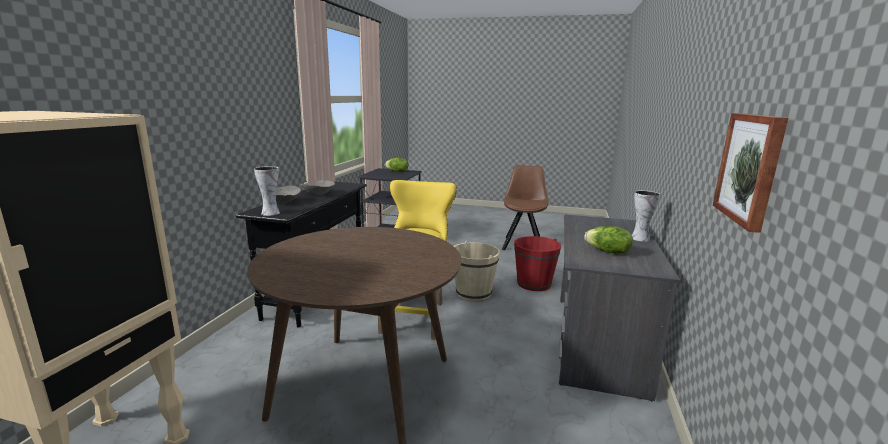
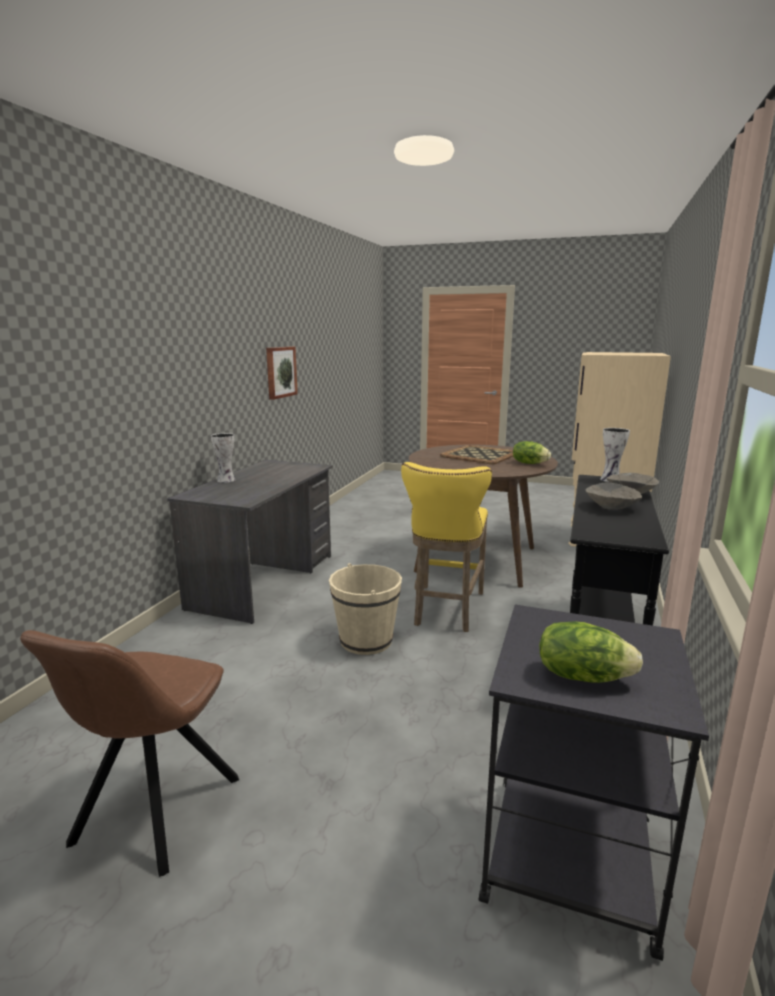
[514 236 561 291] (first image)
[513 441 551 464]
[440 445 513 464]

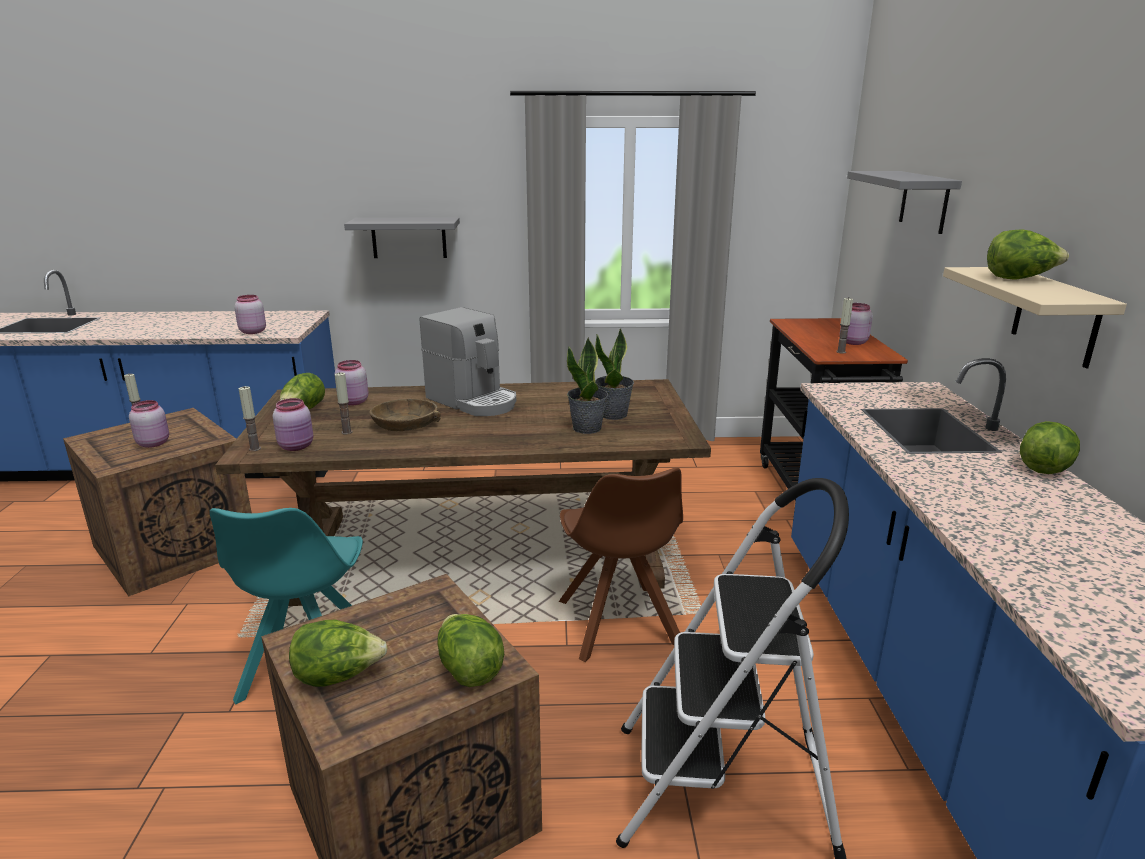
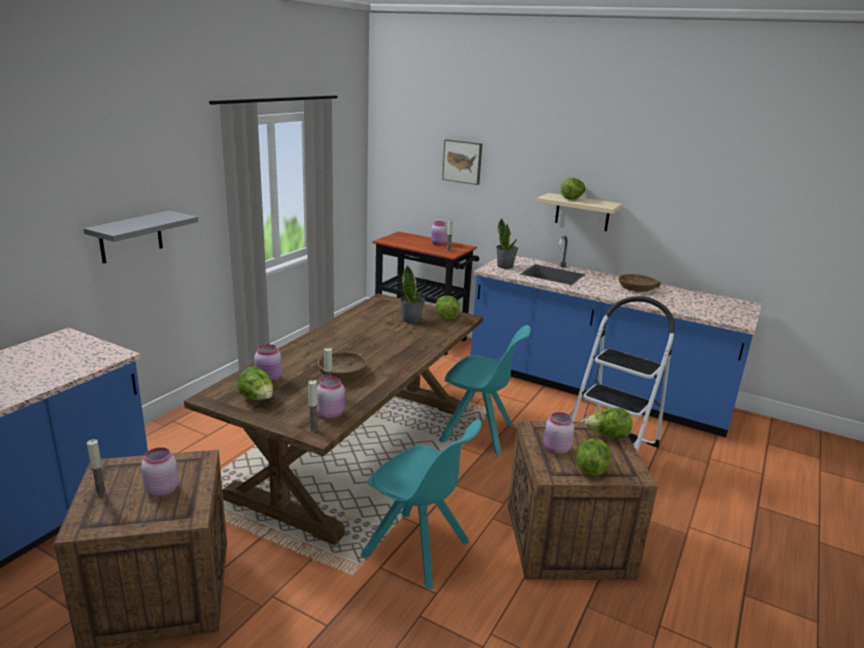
[544 412 574 454]
[420 307 516 416] (first image)
[439 325 531 455]
[496 218 518 269]
[442 139 482 185]
[436 296 460 320]
[619 274 661 292]

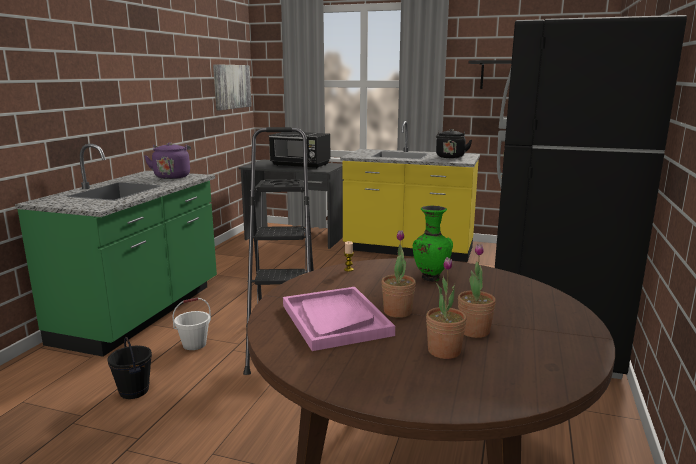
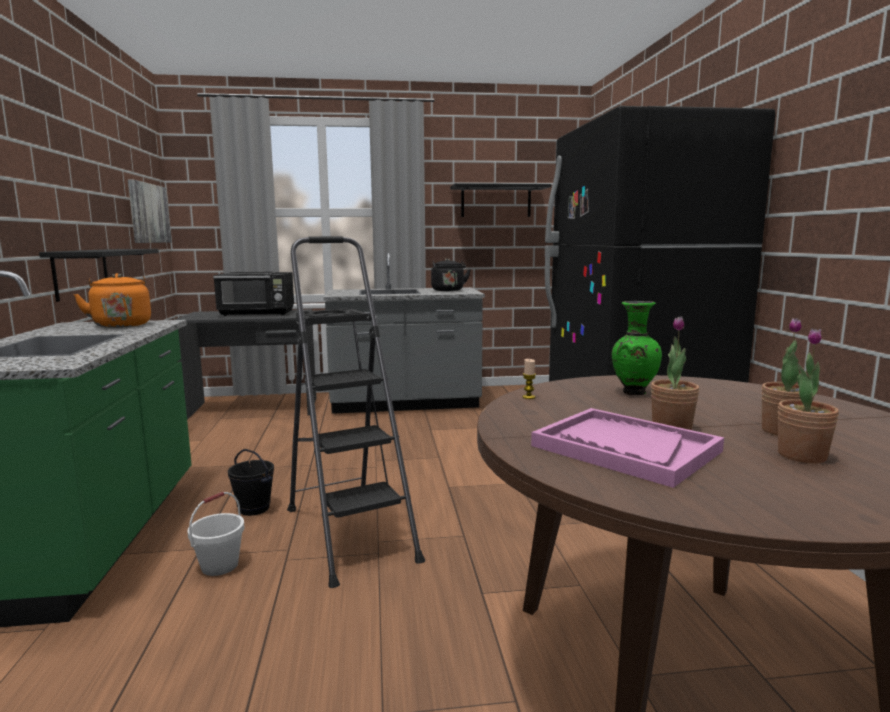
[228 449 274 516]
[74 273 151 328]
[323 253 485 414]
[39 249 159 302]

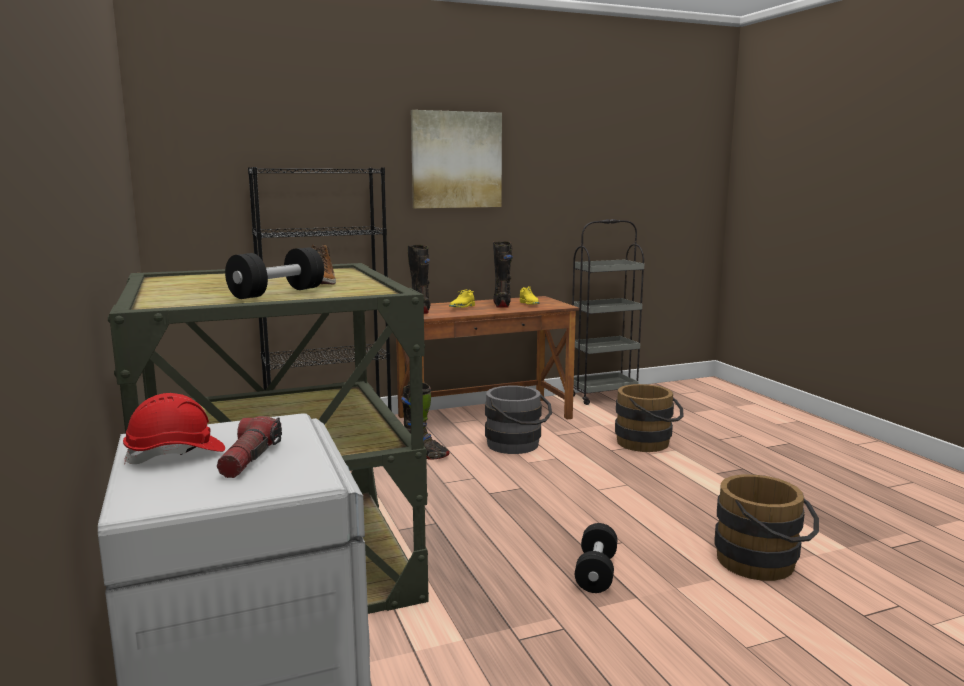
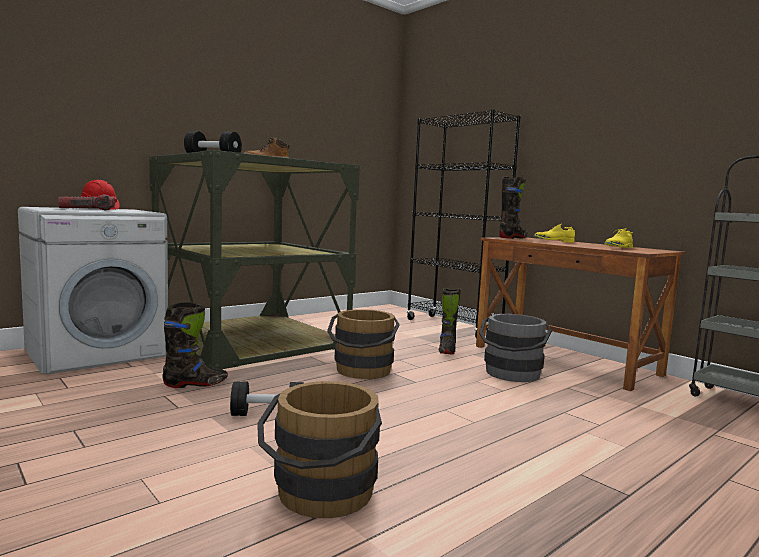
[411 110 502 208] (first image)
[162 302 228 388]
[327 309 400 379]

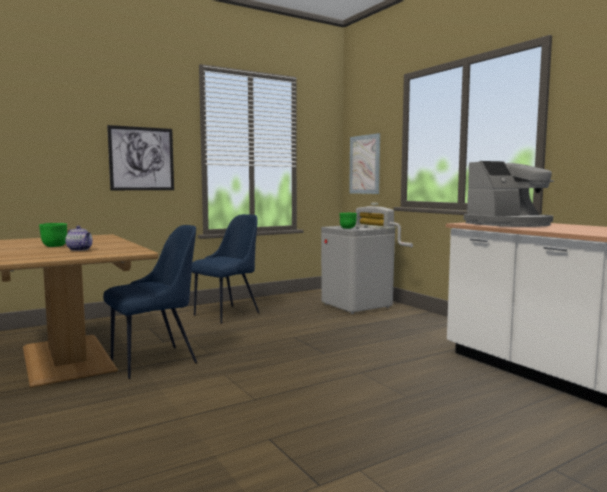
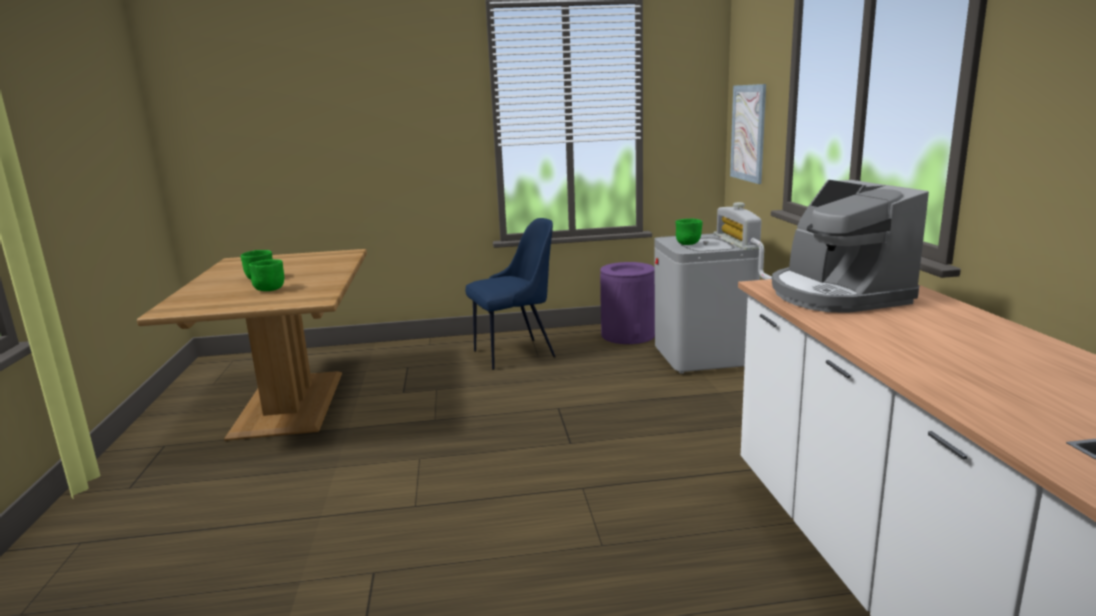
[249 259 284 291]
[103 225 197 379] (first image)
[107 125 174 190] (first image)
[772 180 929 313]
[600 262 655 344]

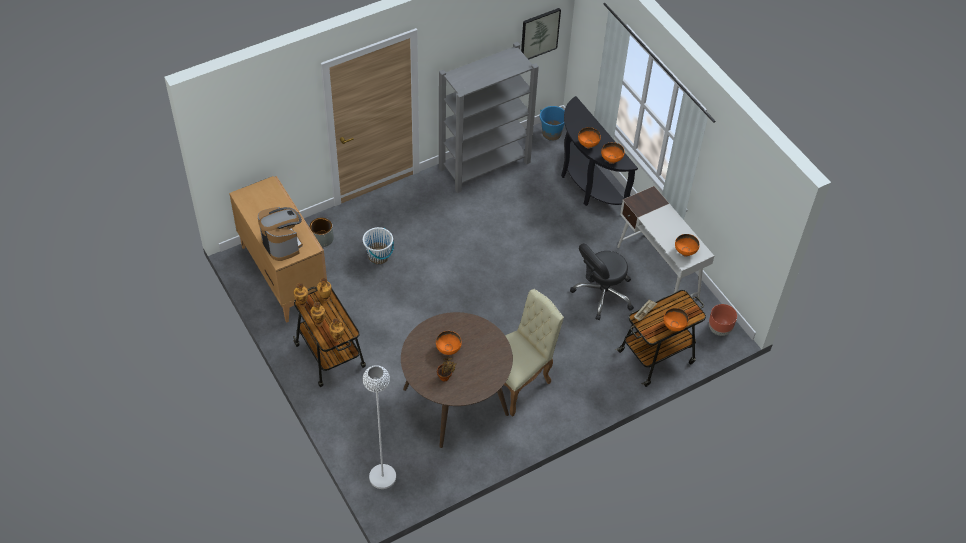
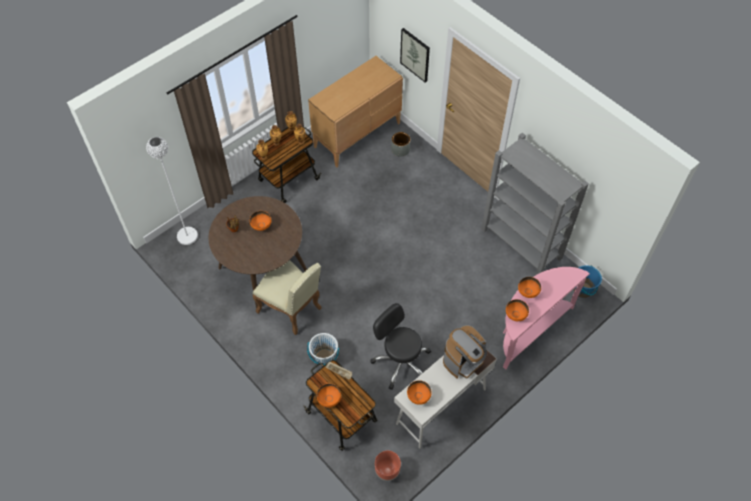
[443 325 487 379]
[307 333 339 366]
[400 28 430 83]
[503 267 590 370]

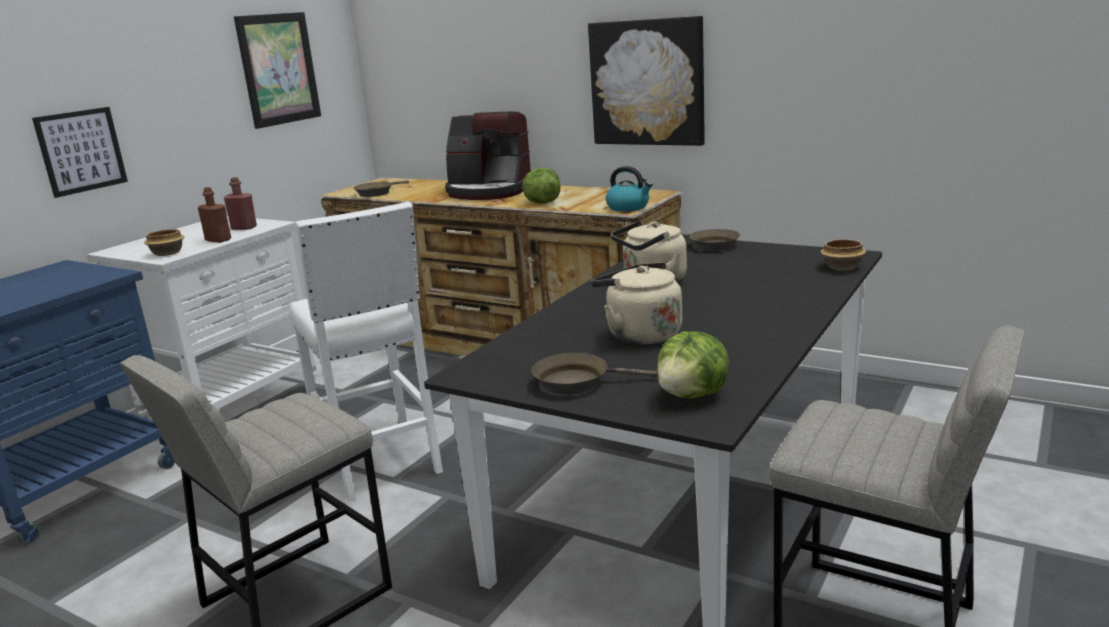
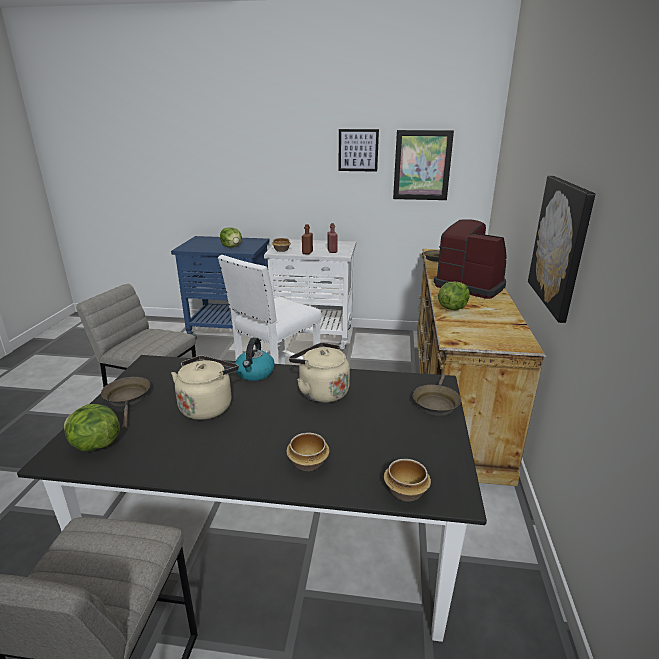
[338 129 379 172]
[434 219 506 299]
[235 338 275 381]
[220 227 242 248]
[286 433 330 471]

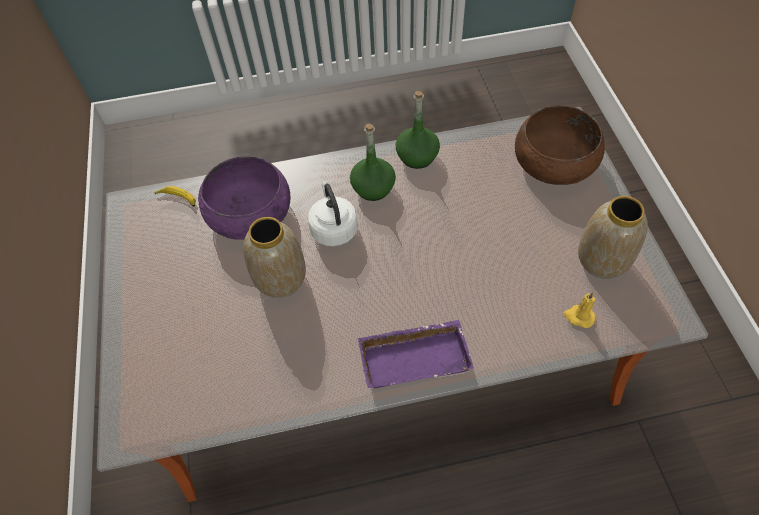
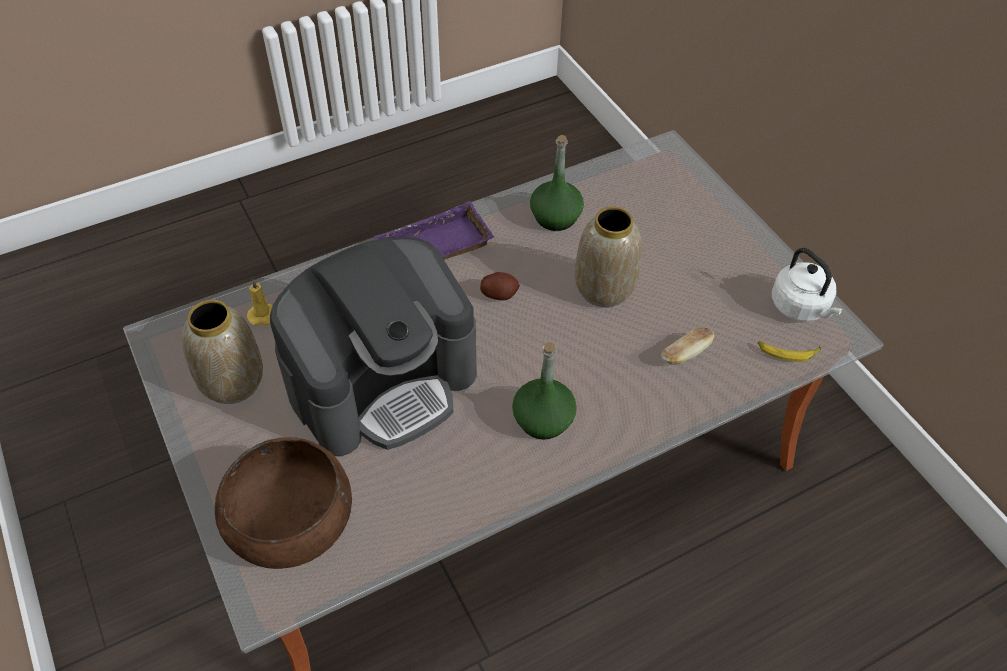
[661 328 714 365]
[772 248 843 322]
[530 135 584 231]
[270 237 477 456]
[480 272 520 300]

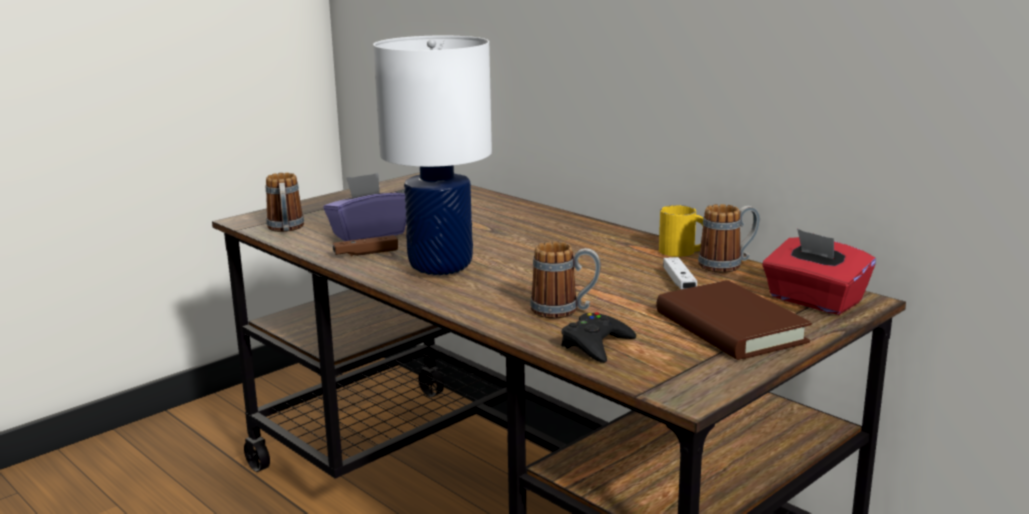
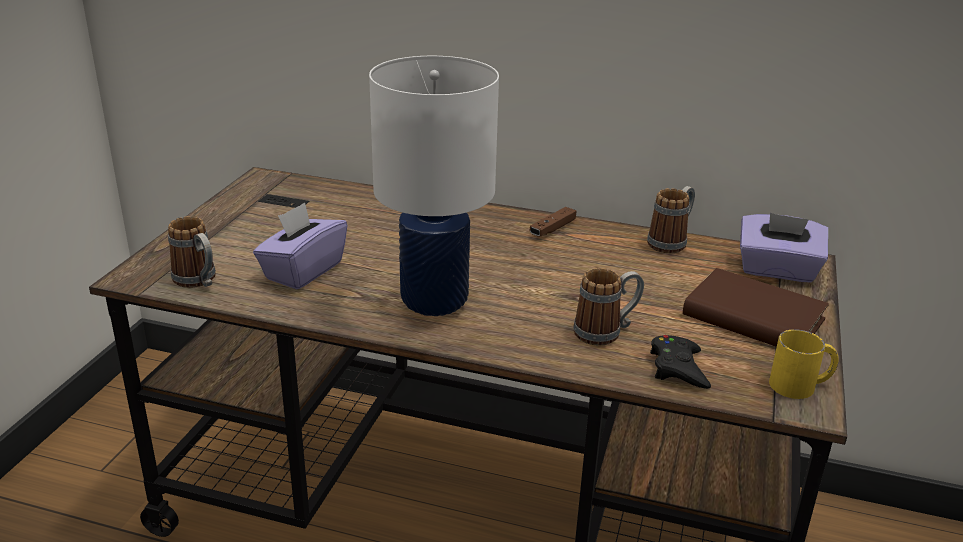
[529 207 576 237]
[769 329 839 399]
[663 257 697 290] (first image)
[740 213 828 283]

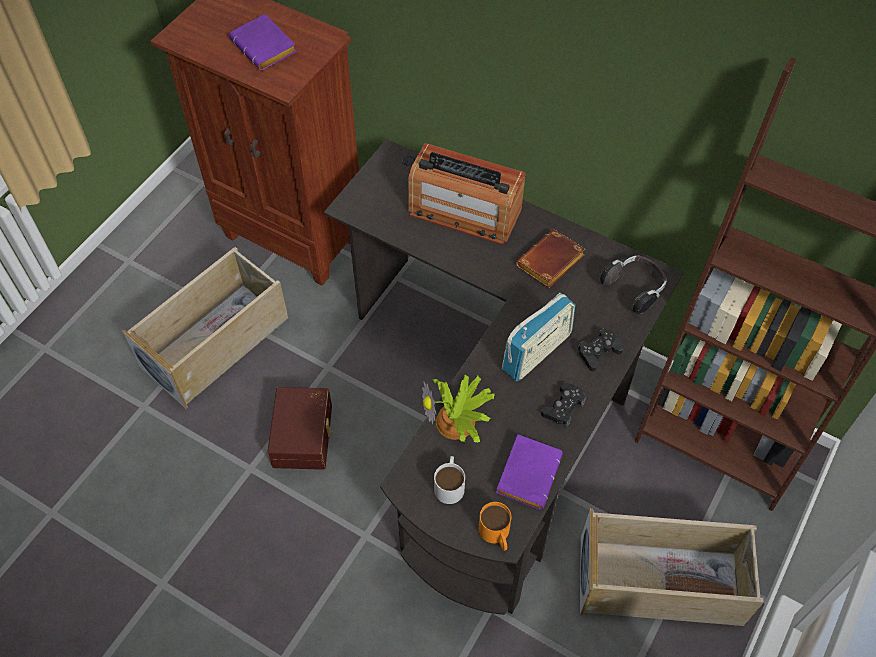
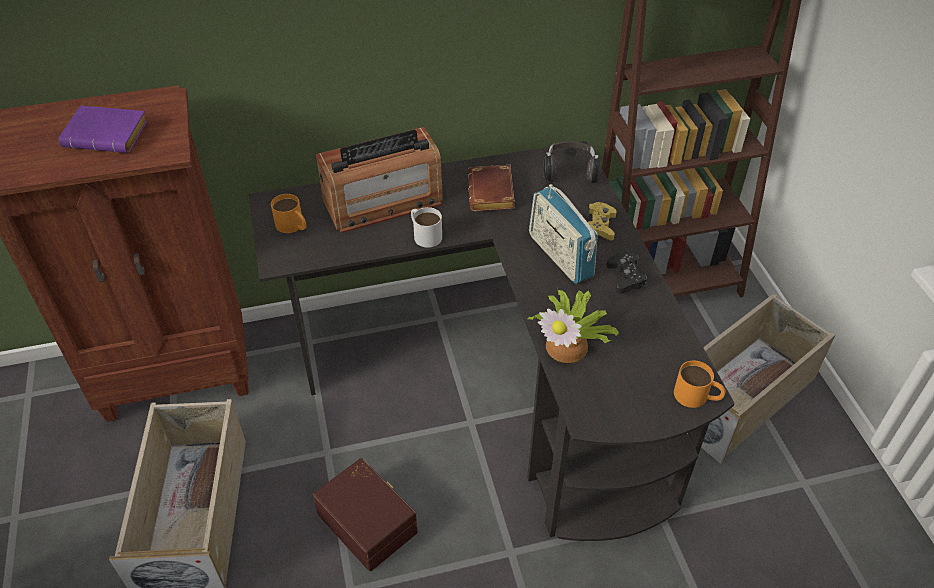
[411 207 442 248]
[496 434 563 510] (first image)
[529 184 598 284]
[587 202 617 240]
[271 194 307 233]

